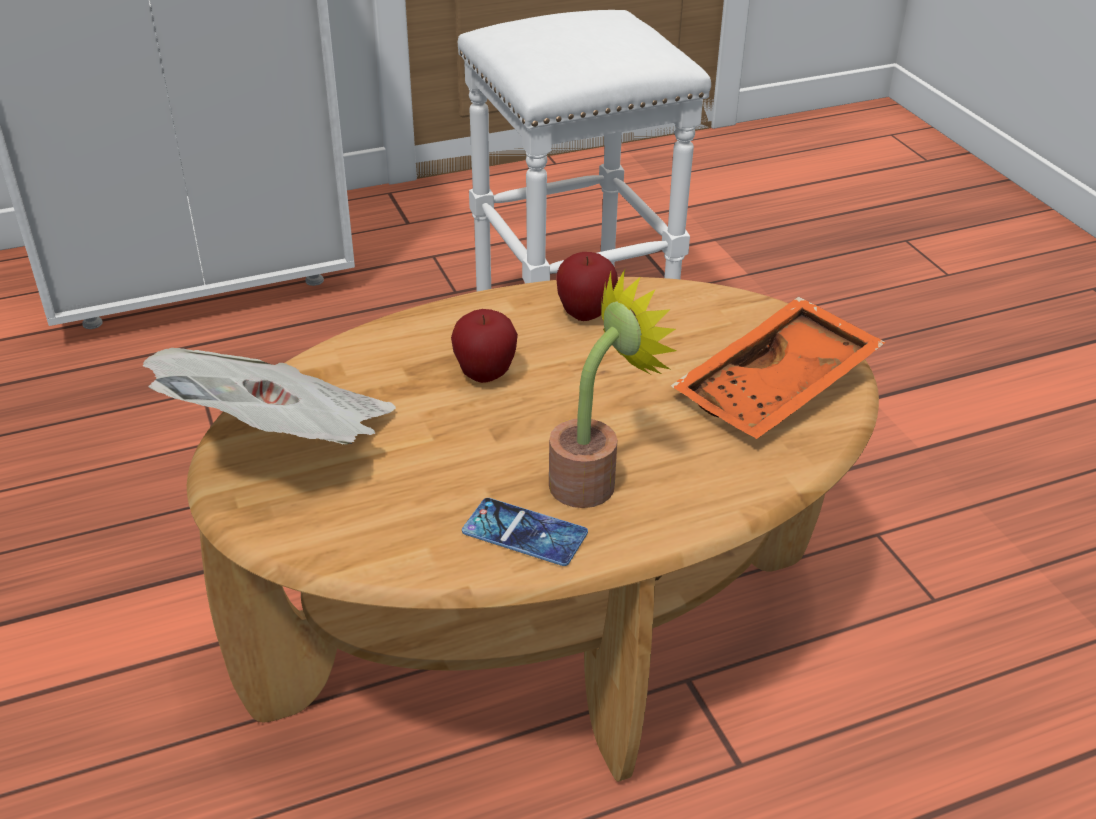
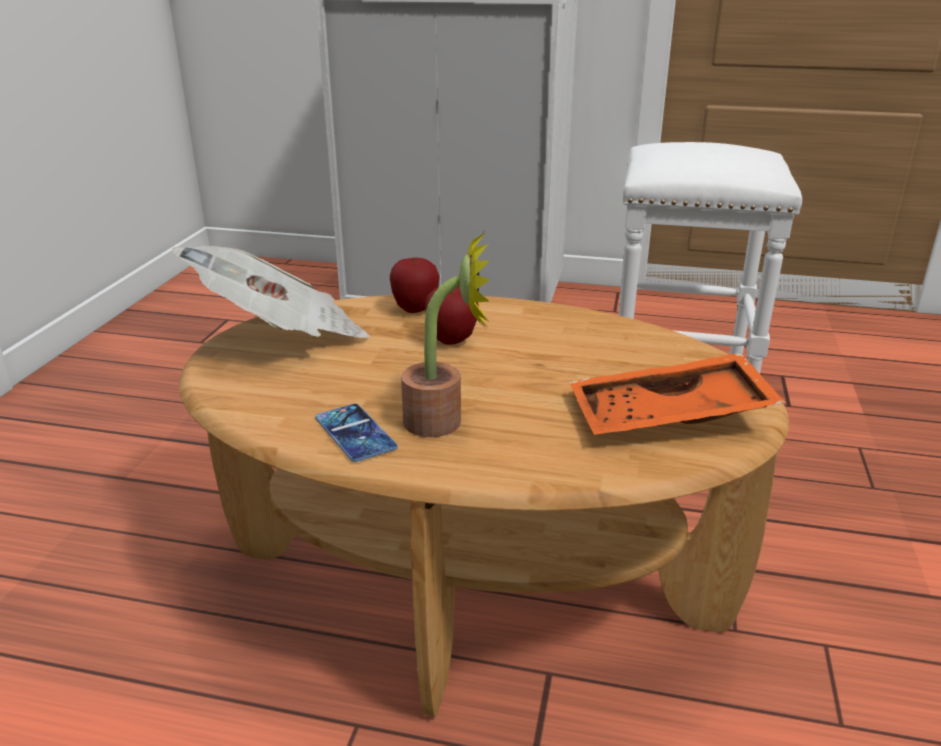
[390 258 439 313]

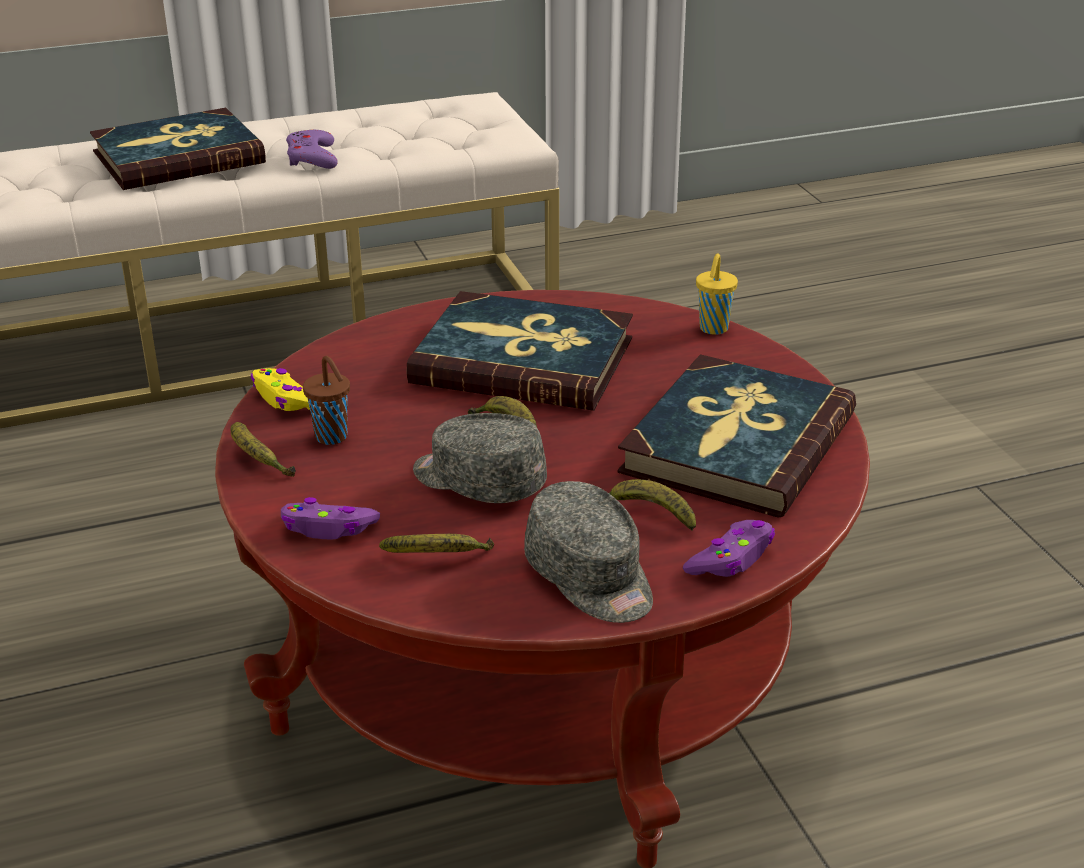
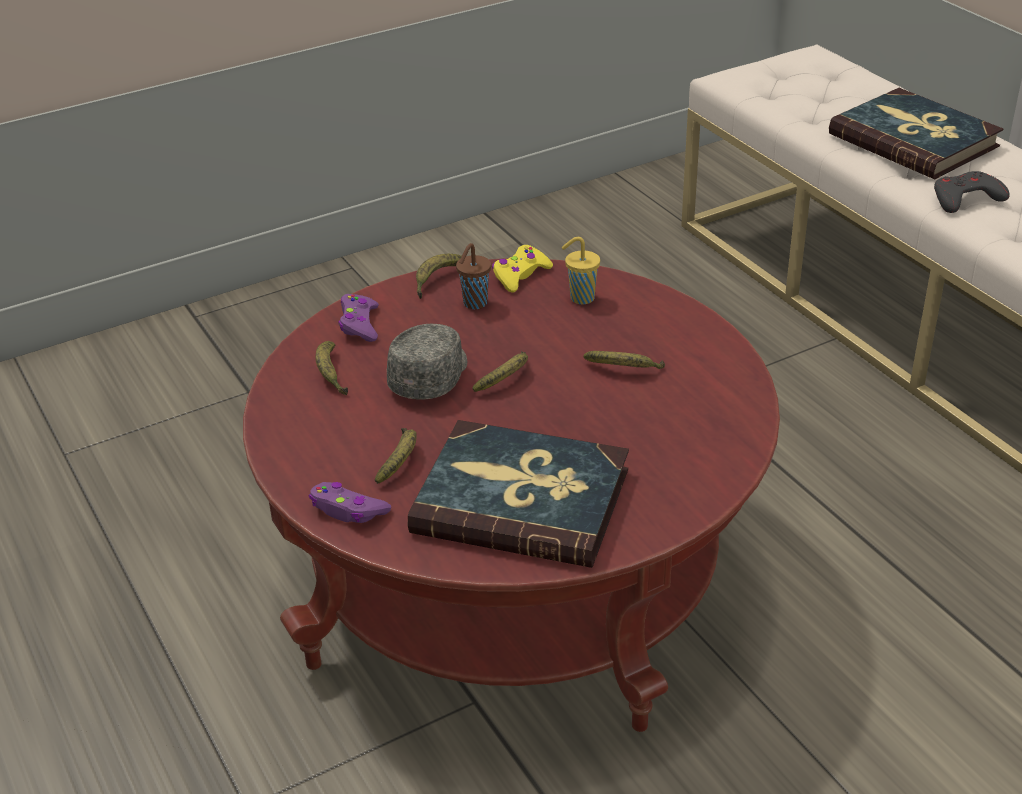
[934 171 1010 213]
[583 351 665 369]
[524 481 653 623] (first image)
[562 237 600 305]

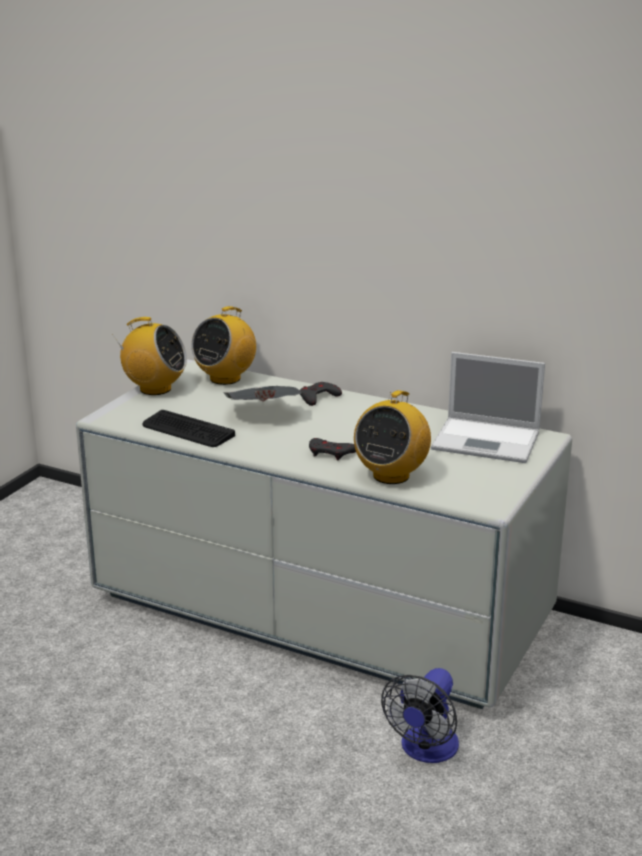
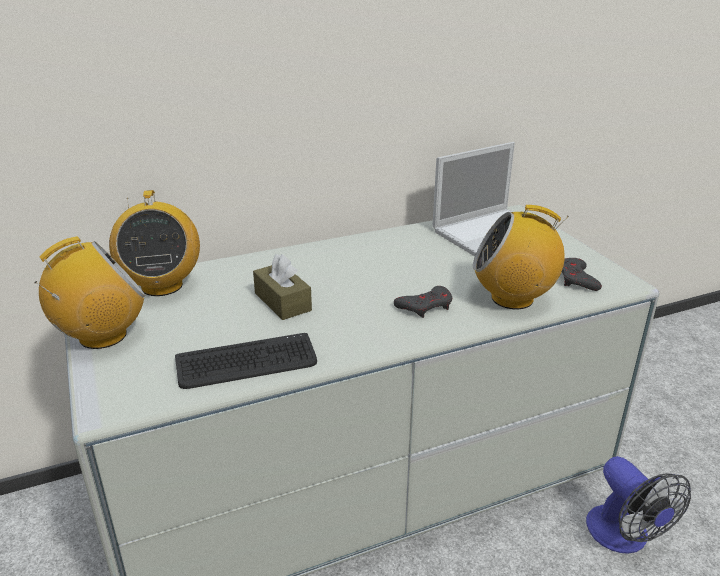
[253 254 312 320]
[561 258 602 291]
[473 205 569 309]

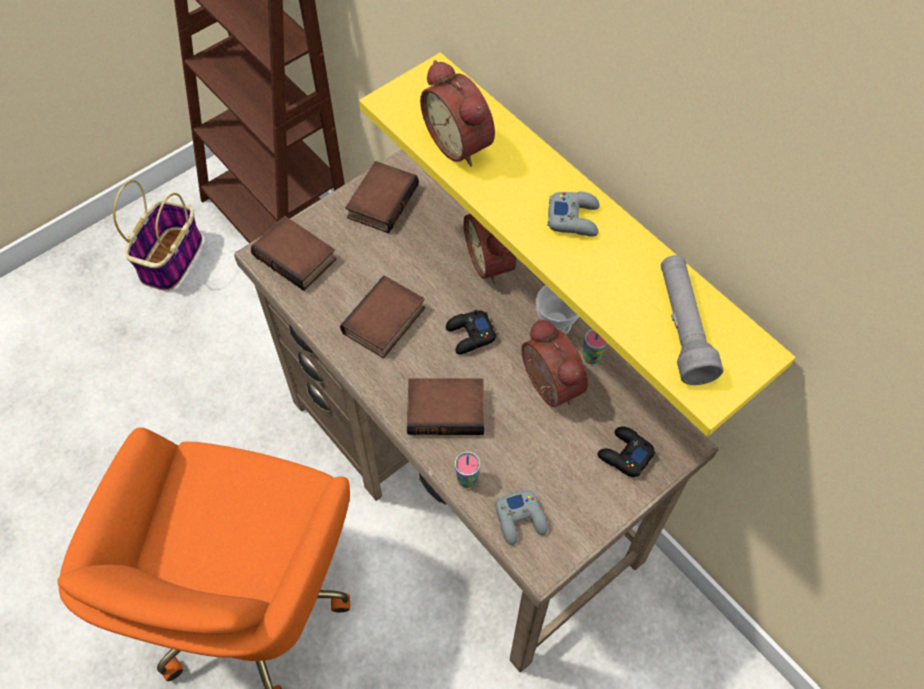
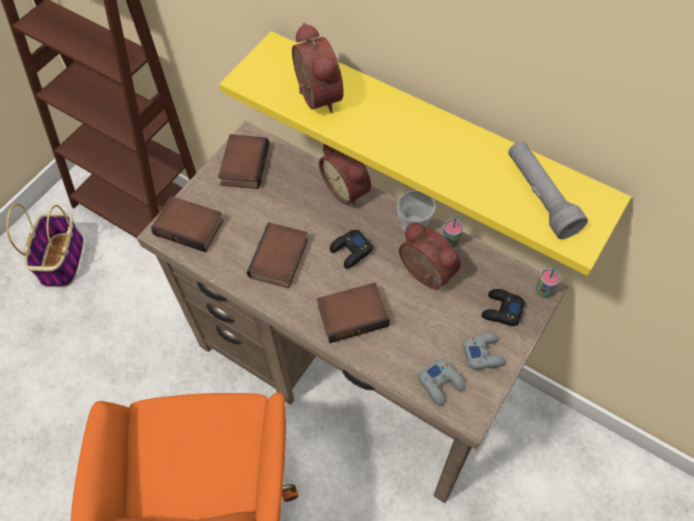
[292 22 344 113]
[536 268 561 298]
[462 332 506 370]

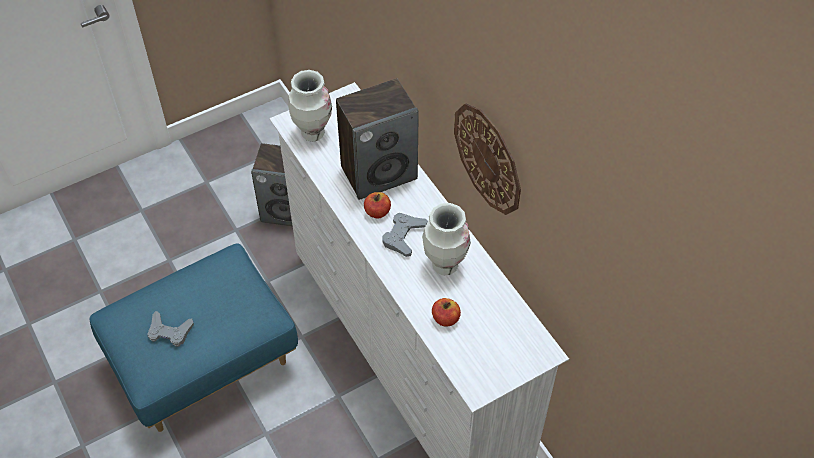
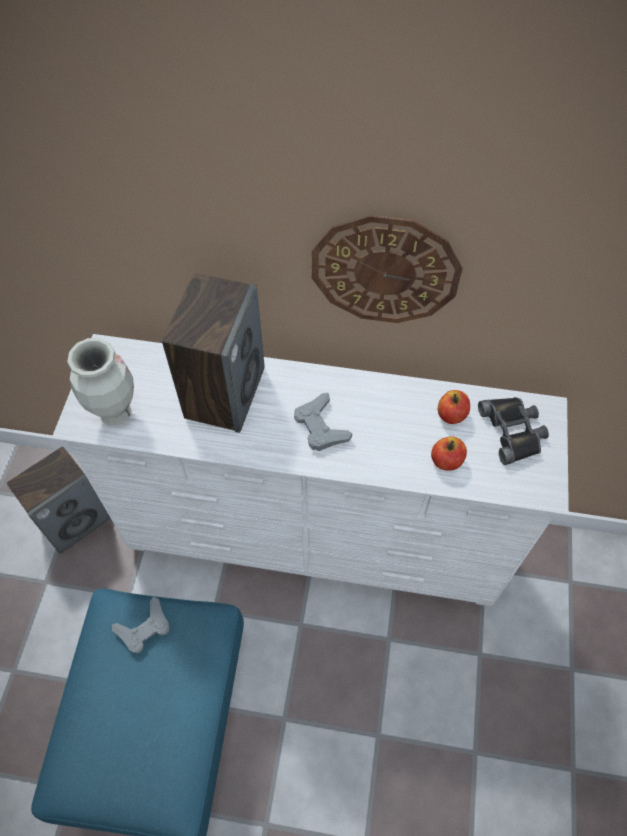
[112 597 170 653]
[438 390 470 424]
[422 203 471 276] (first image)
[478 397 549 465]

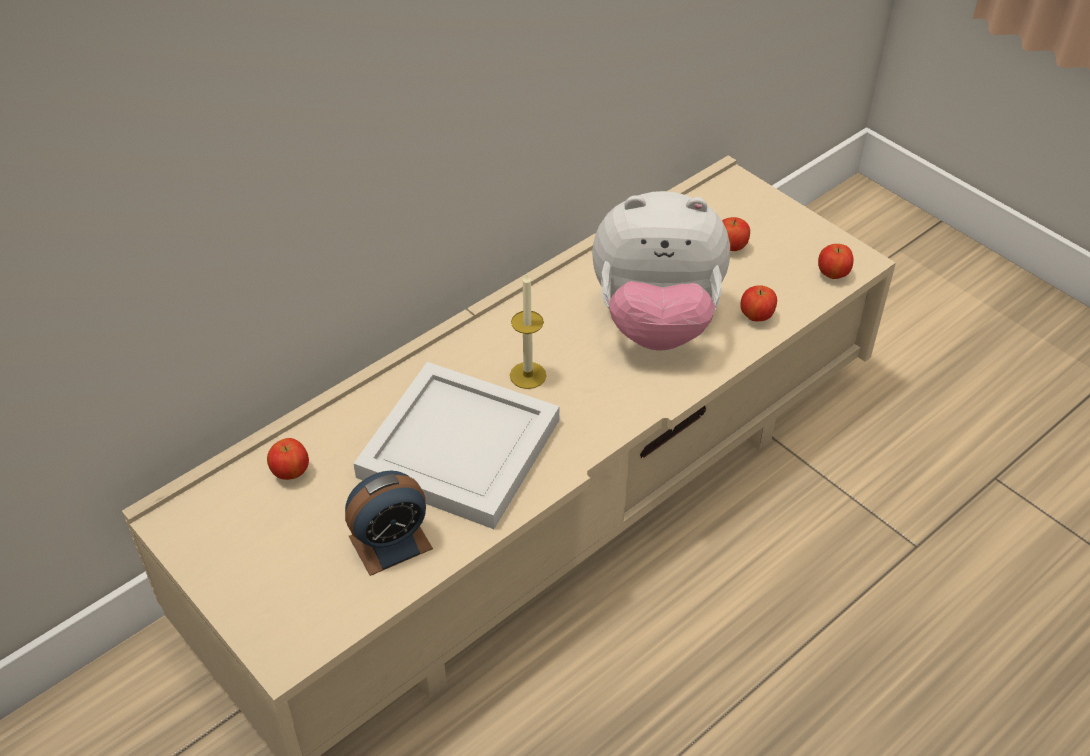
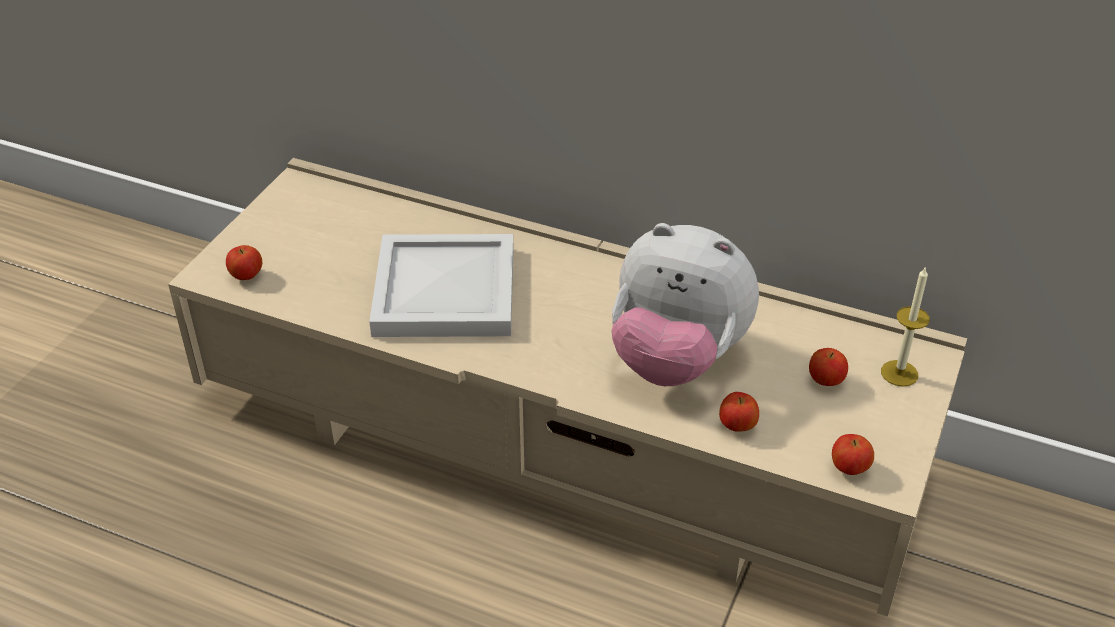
[226 245 262 280]
[345 471 433 576] (first image)
[881 266 930 387]
[612 223 759 386]

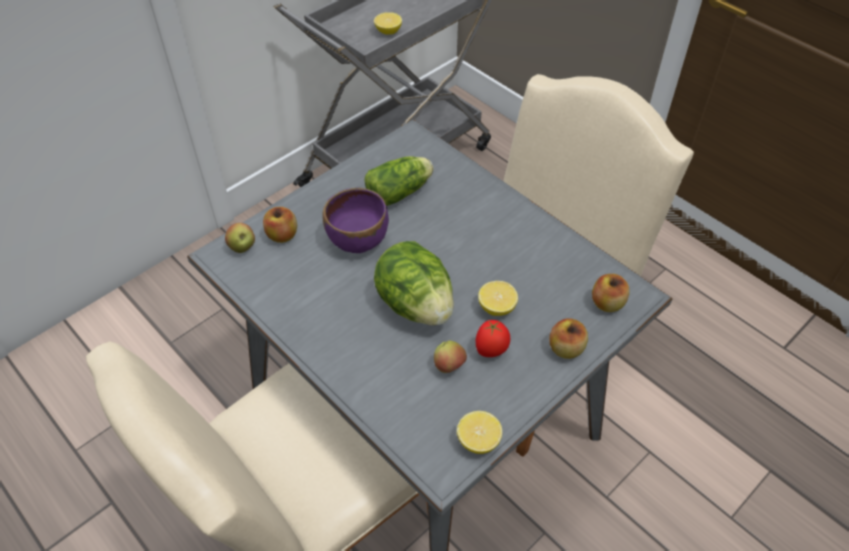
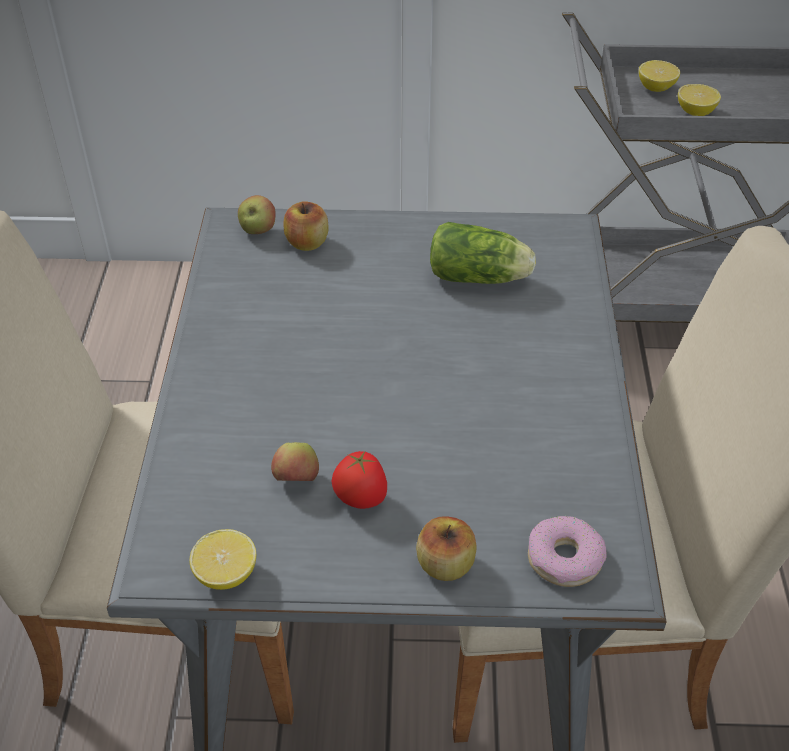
[322 188 389 253] (first image)
[374 241 454 325] (first image)
[639 60 680 92]
[528 516 607 587]

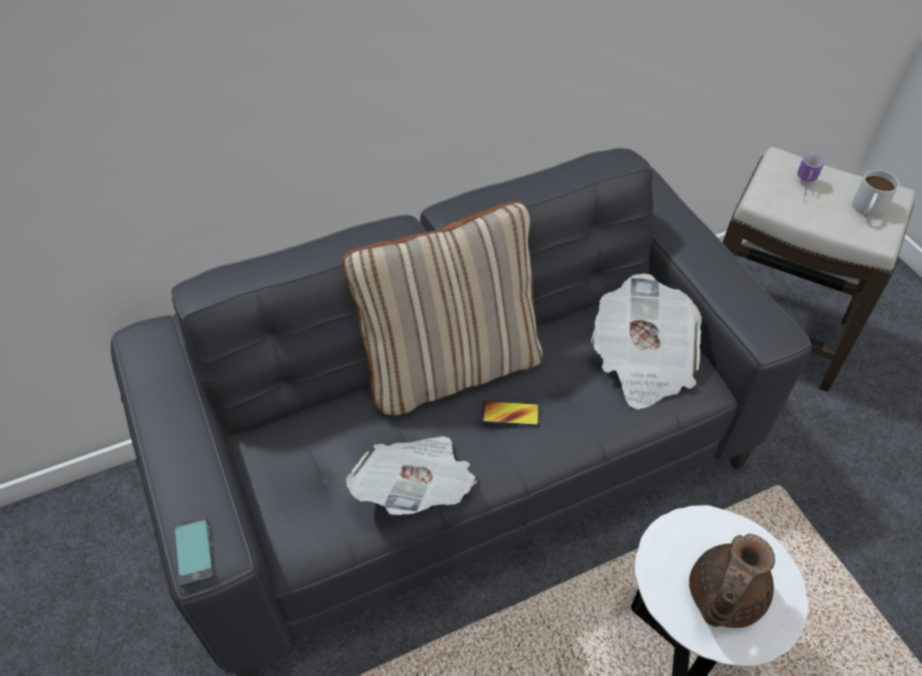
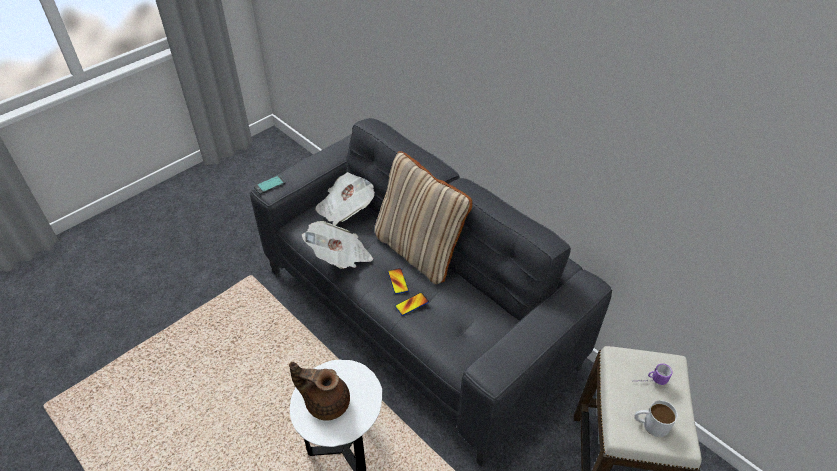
[316 172 375 225]
[395 293 429 316]

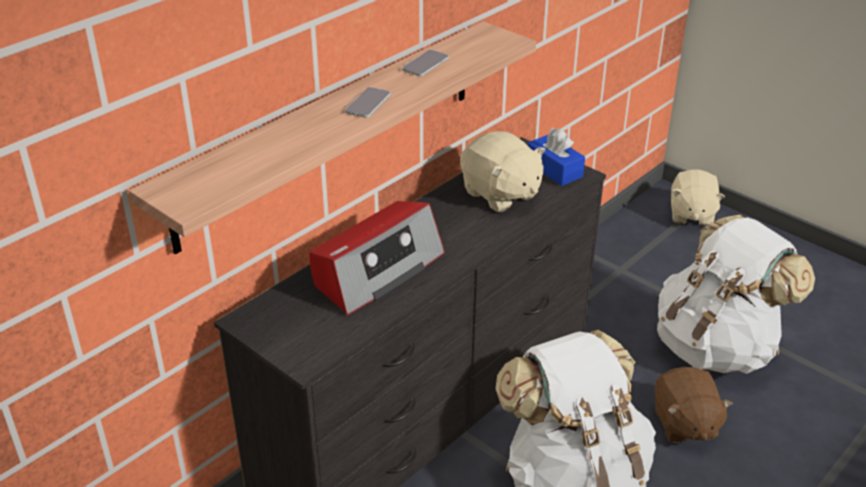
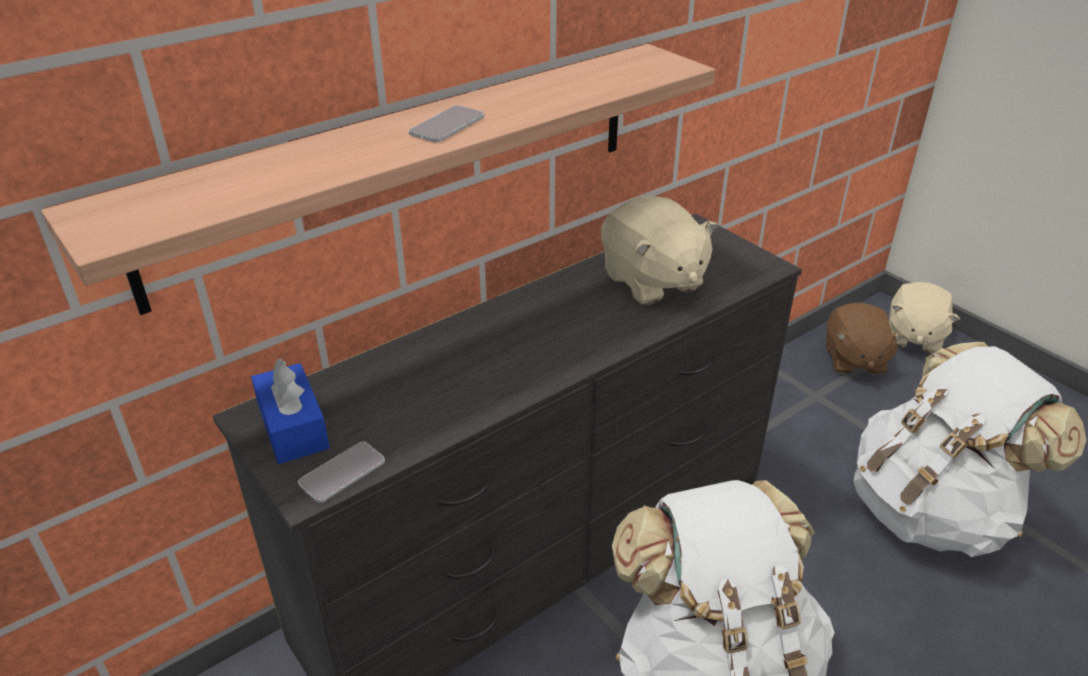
[309 201 445 315] (first image)
[298 442 385 503]
[251 359 330 464]
[826 303 904 375]

